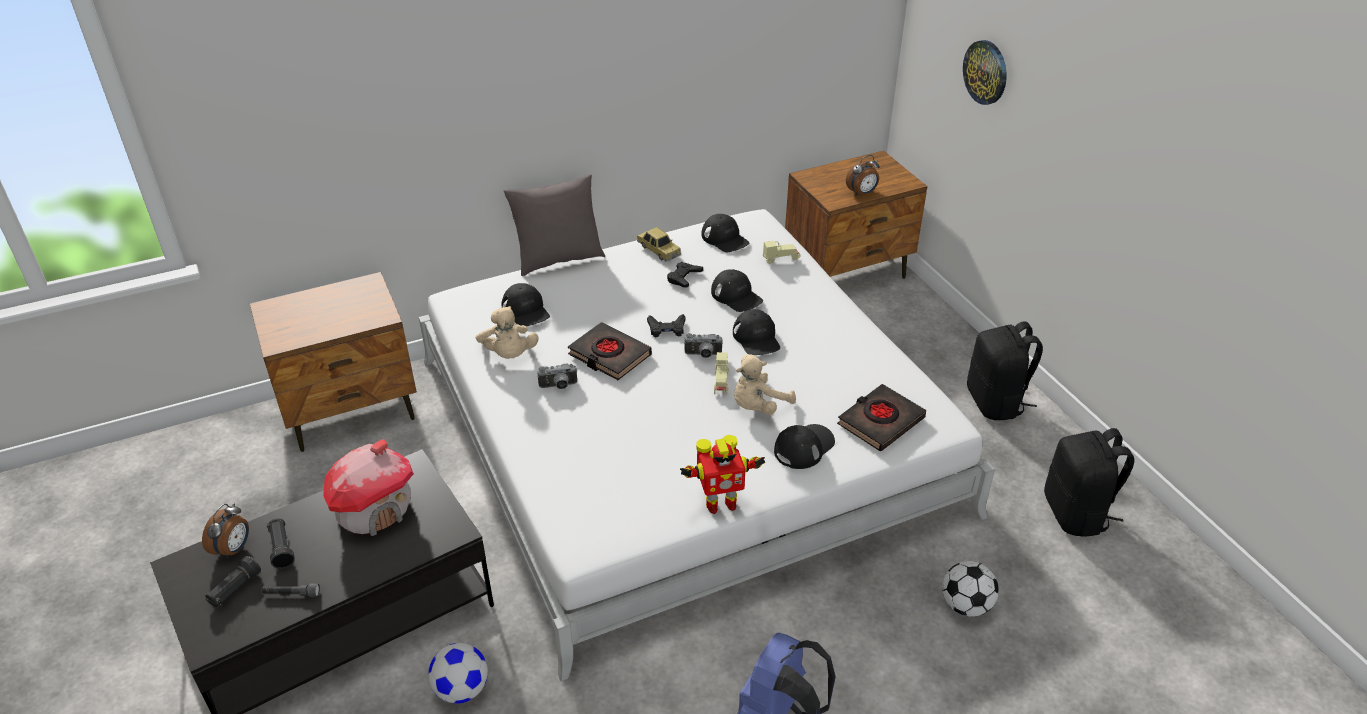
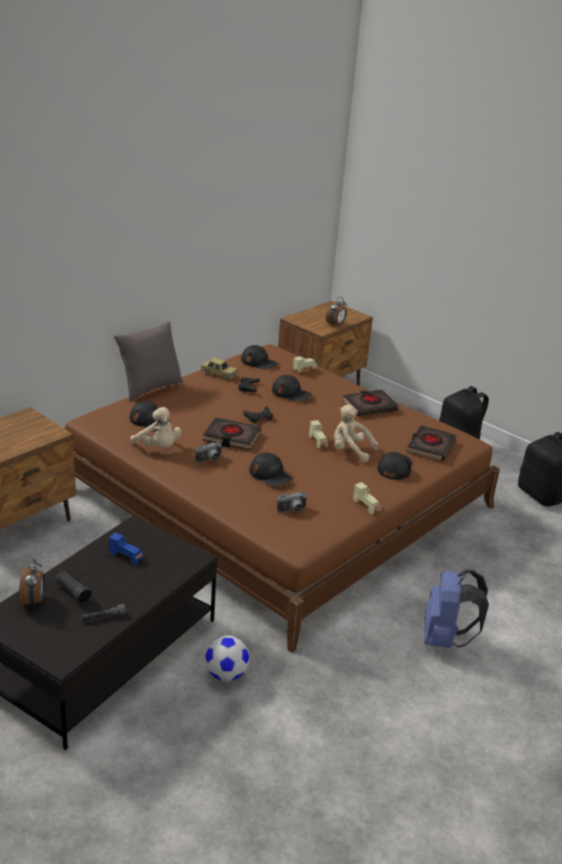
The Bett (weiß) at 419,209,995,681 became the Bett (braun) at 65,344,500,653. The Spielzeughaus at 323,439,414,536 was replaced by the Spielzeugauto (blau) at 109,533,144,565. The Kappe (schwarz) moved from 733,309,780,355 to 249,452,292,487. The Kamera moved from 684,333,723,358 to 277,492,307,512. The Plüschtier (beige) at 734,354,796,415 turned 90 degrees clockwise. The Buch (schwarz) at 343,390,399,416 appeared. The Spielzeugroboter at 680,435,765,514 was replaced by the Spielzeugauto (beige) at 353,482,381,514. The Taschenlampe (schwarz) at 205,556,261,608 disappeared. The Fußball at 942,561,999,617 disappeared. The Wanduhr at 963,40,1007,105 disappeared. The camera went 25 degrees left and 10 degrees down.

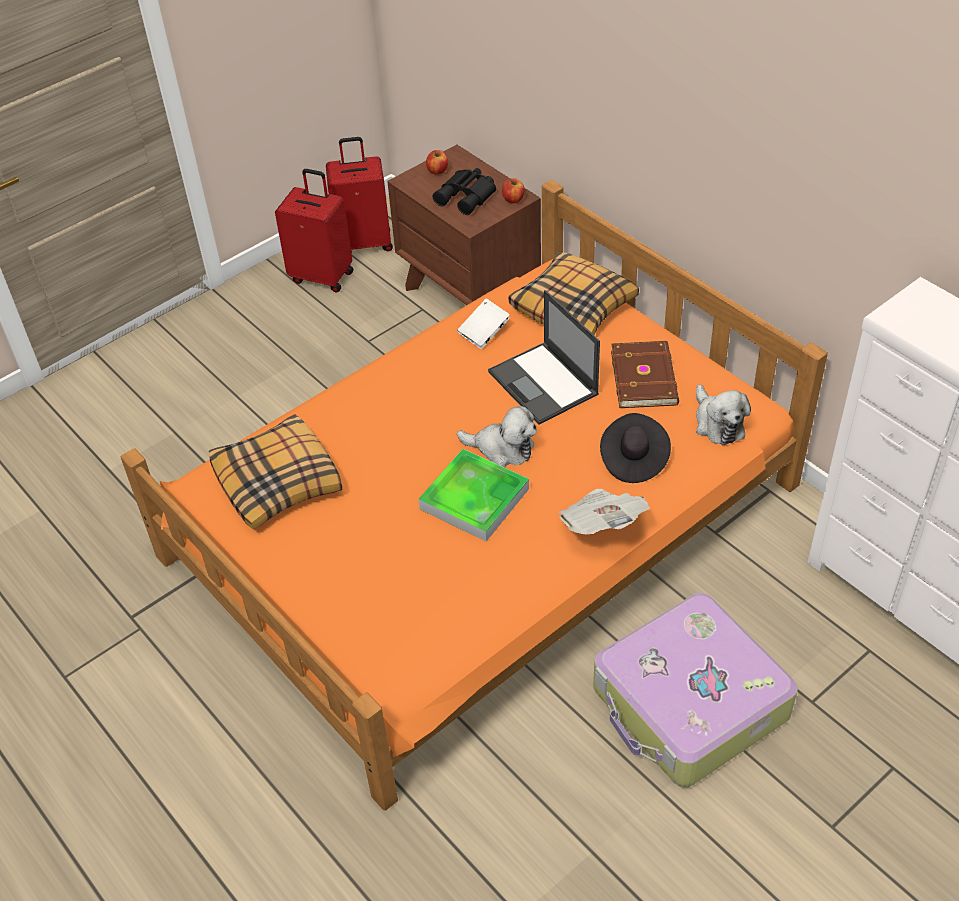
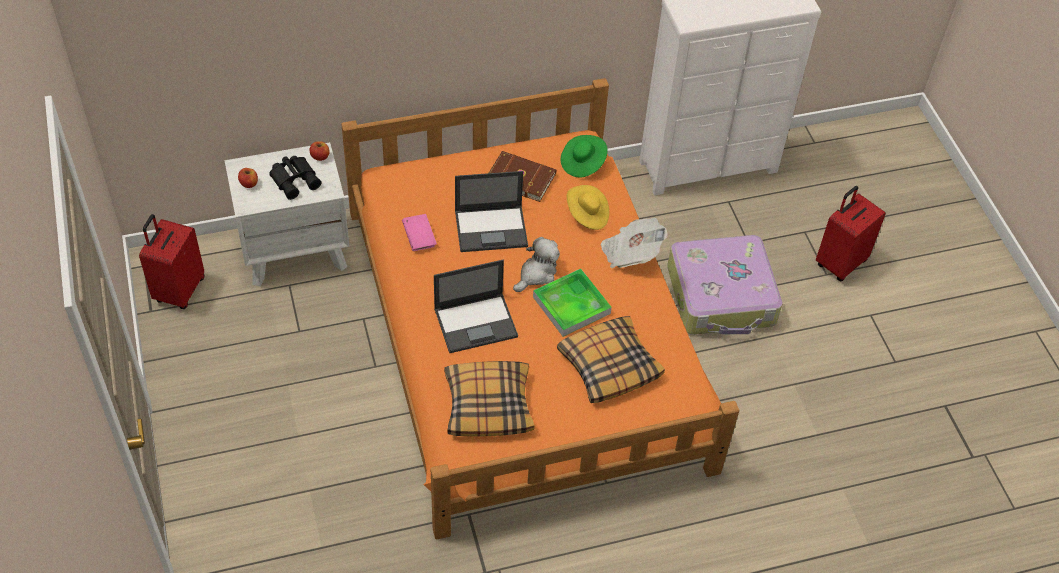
The Nachttisch (braun) at 387,145,541,305 became the Nachttisch (weiß) at 224,142,349,287. The Buch (weiß) at 457,299,510,349 became the Buch (rosa) at 402,214,437,251. The Laptop at 434,260,518,353 appeared. The Kissen moved from 509,252,639,335 to 557,316,665,403. The Plüschtier at 696,385,751,445 was replaced by the Hut (grün) at 560,135,608,177. The Hut (schwarz) at 600,413,671,483 became the Hut (gelb) at 567,185,609,230. The Koffer (rot) moved from 275,169,353,293 to 816,186,886,281. The camera went 70 degrees left and 5 degrees up.

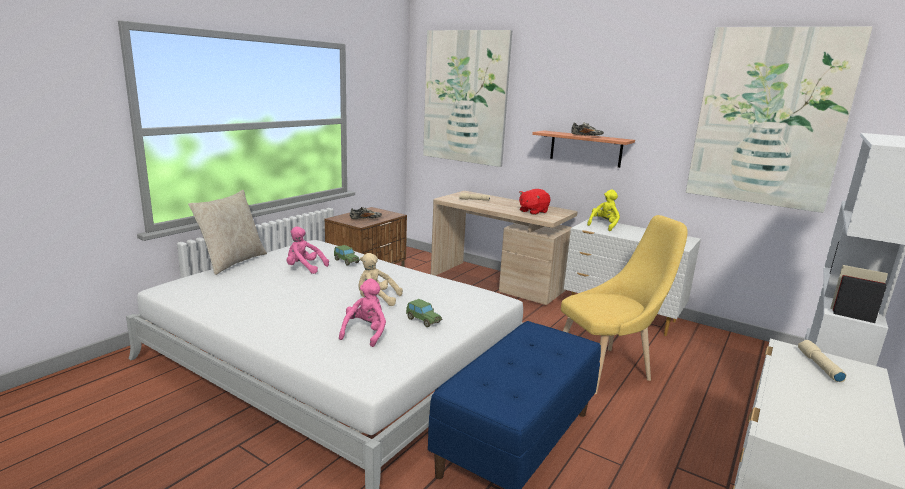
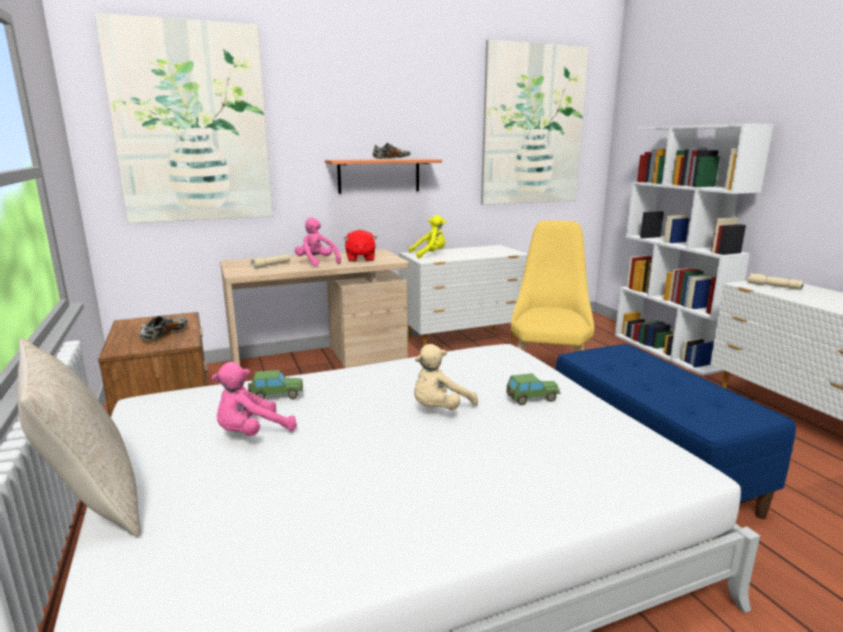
The Plüschtier (rosa) moved from 339,279,386,347 to 295,218,341,266. The Plüschtier (gelb) at 587,189,620,231 turned 90 degrees clockwise. The camera went 55 degrees left and 0 degrees up.

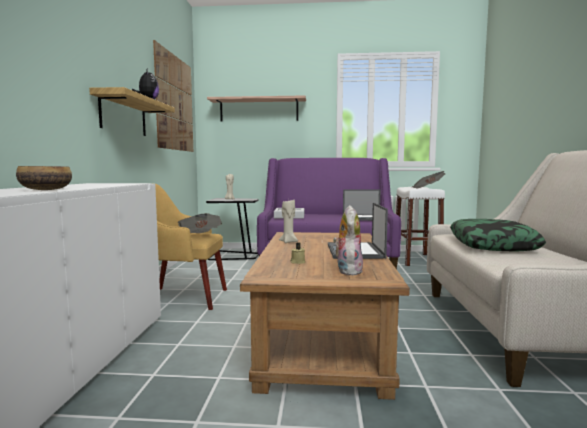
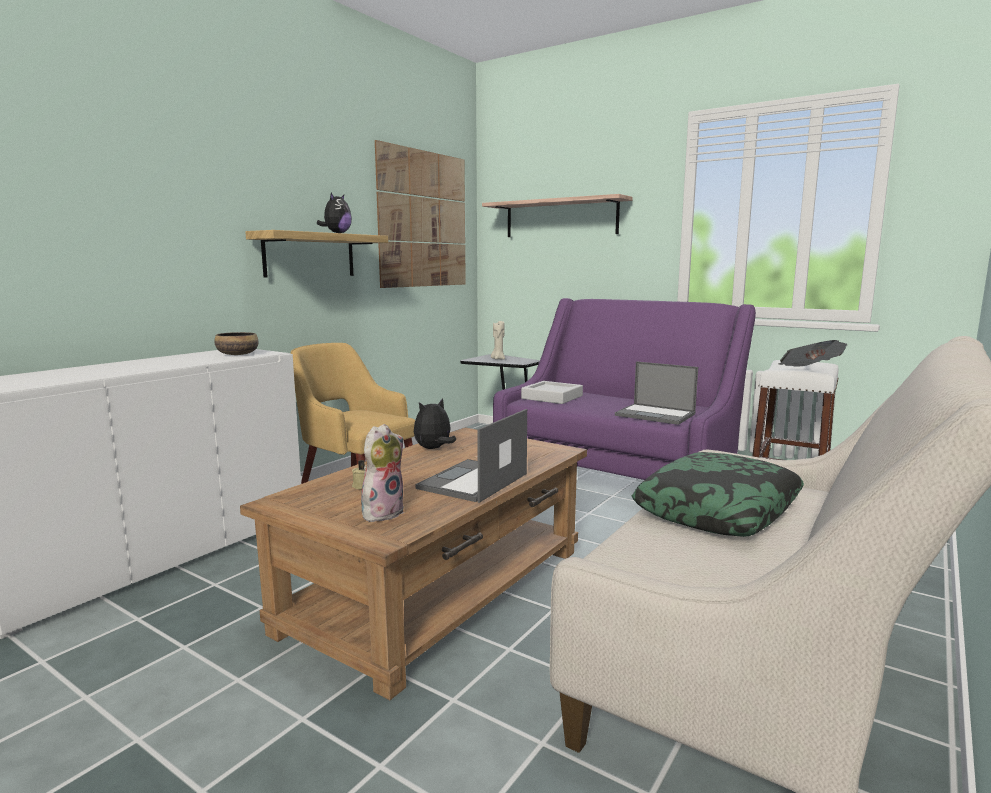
The Schüssel moved from 16,166,72,190 to 214,332,259,355. The Kerze (beige) at 279,199,298,243 was replaced by the Plüschtier at 414,398,456,449. The Zeitung at 178,213,222,233 disappeared. The camera went 30 degrees right and 5 degrees up.

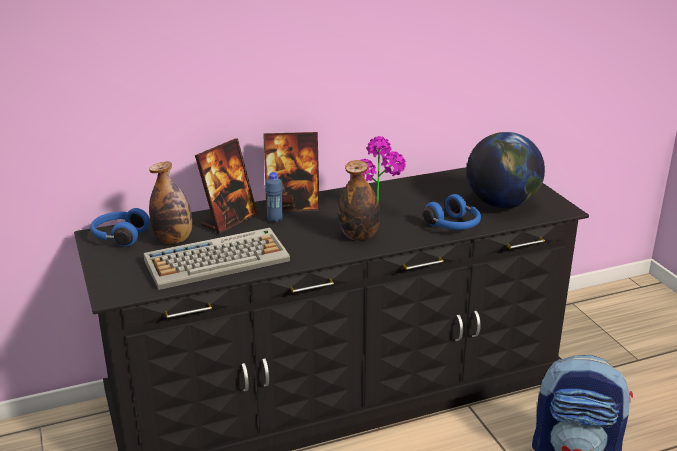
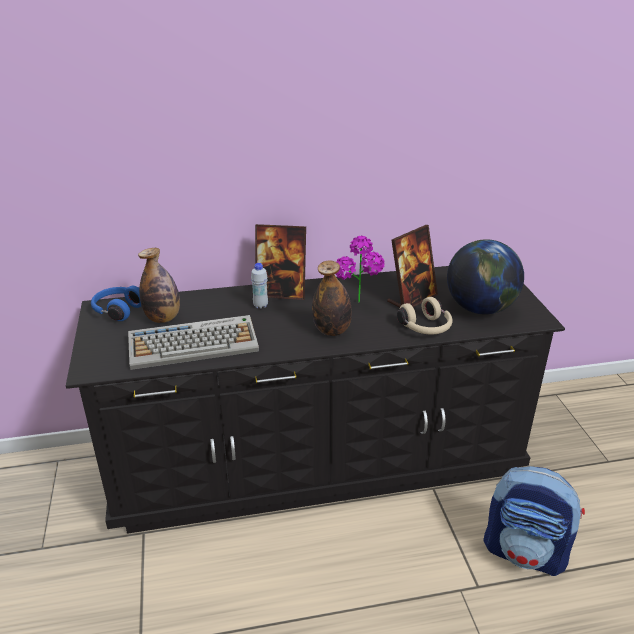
The Flasche (blau) at 265,172,283,223 became the Flasche (weiß) at 251,263,268,309. The Bilderrahmen moved from 195,138,258,234 to 387,225,438,308. The Kopfhörer (blau) at 423,194,481,230 became the Kopfhörer (beige) at 397,297,453,335. The camera went 10 degrees right and 5 degrees up.

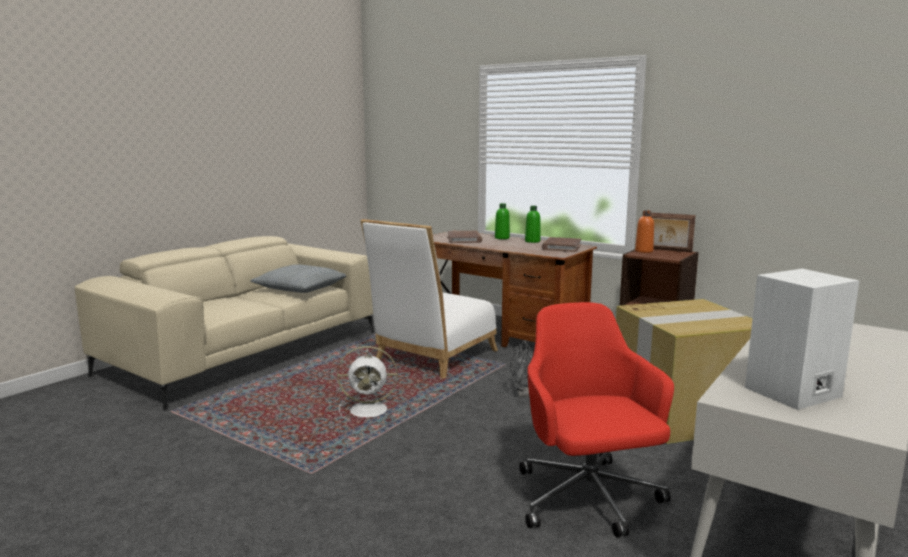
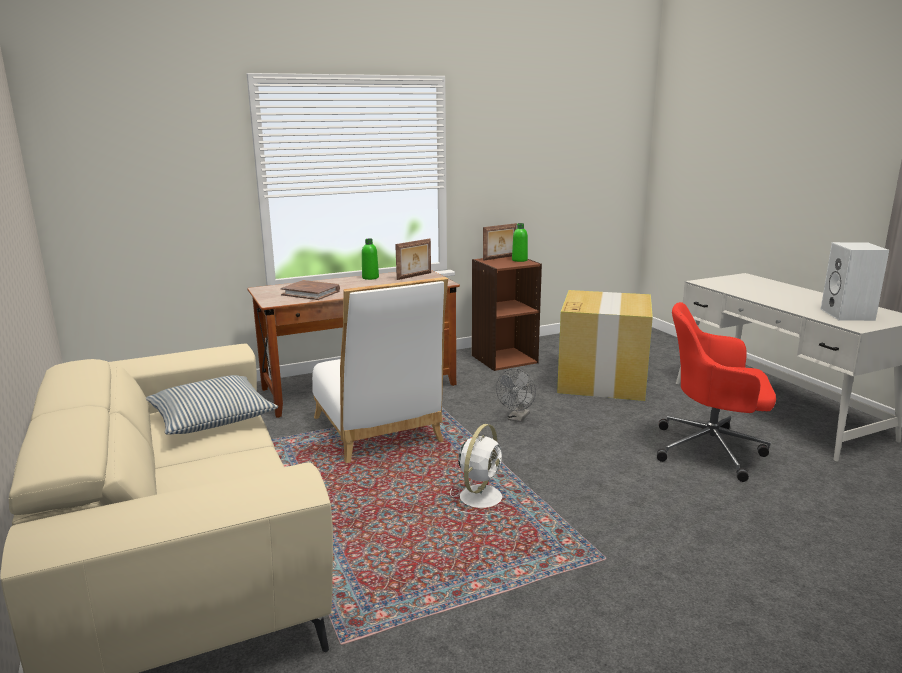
The Buch (braun) at 542,237,581,252 was replaced by the Bilderrahmen at 395,239,431,280. The Flasche (grün) moved from 495,203,510,239 to 512,223,528,262. The Flasche (orange) at 635,210,654,253 disappeared. The camera went 60 degrees left and 5 degrees up.

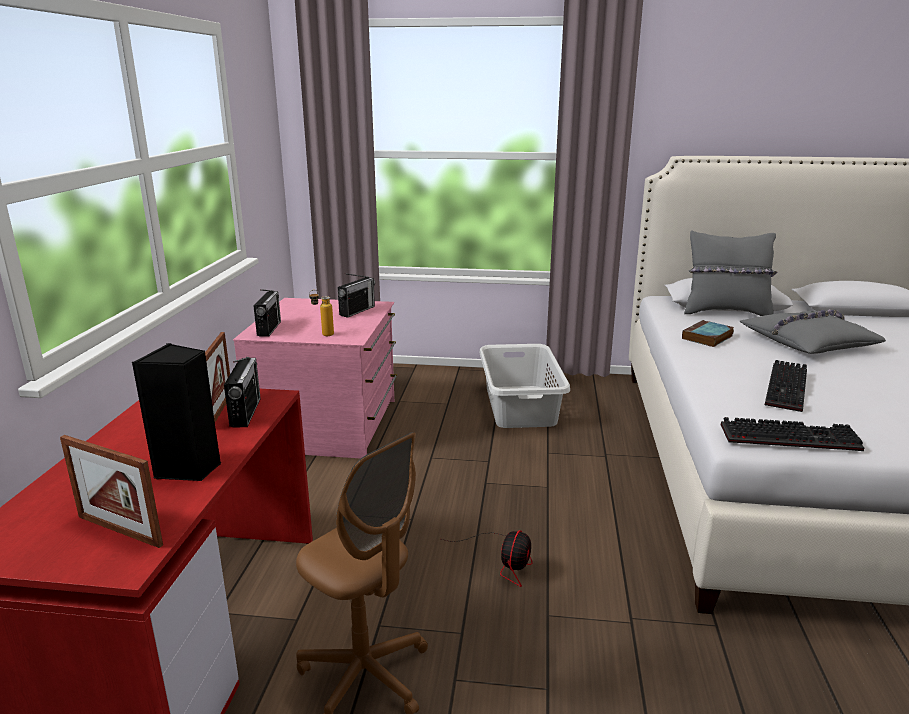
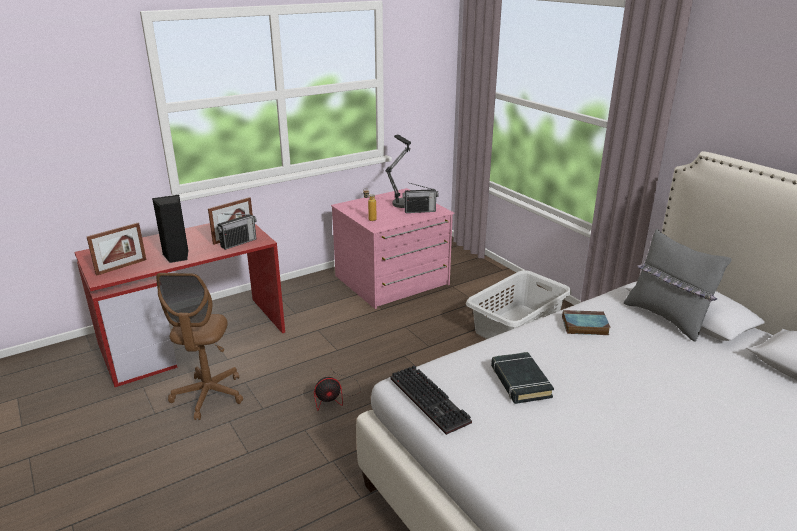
The Bilderrahmen at 60,435,163,548 turned 120 degrees counterclockwise. The Tischlampe at 386,135,411,208 appeared. The Tastatur at 765,360,807,412 was replaced by the Buch (schwarz) at 491,352,554,404. The Radio at 254,289,281,337 disappeared. The Kissen (grau) at 740,309,886,354 disappeared. The camera went 50 degrees right and 5 degrees up.

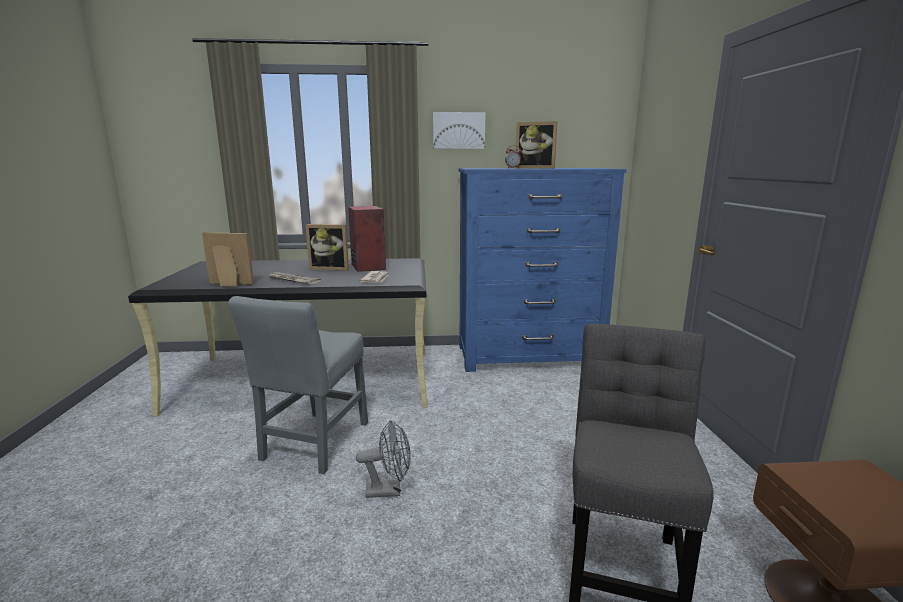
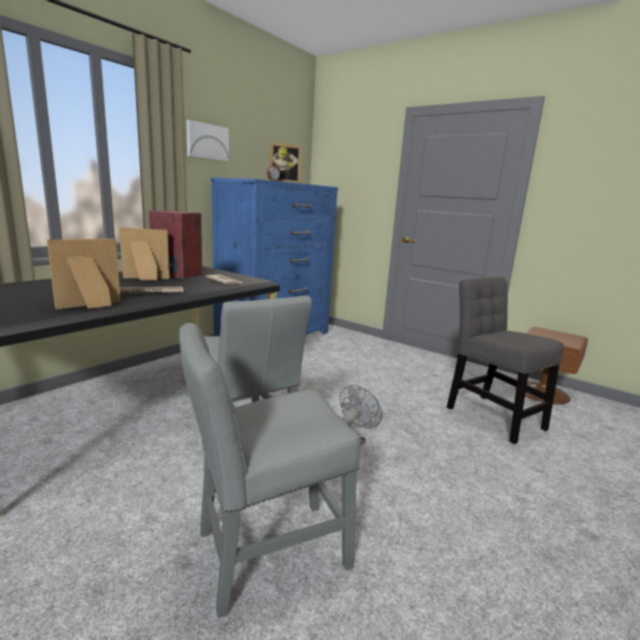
The Bilderrahmen at 305,224,349,271 turned 150 degrees counterclockwise. The Stuhl (grau) at 179,323,361,618 appeared. The camera went 50 degrees left and 0 degrees up.

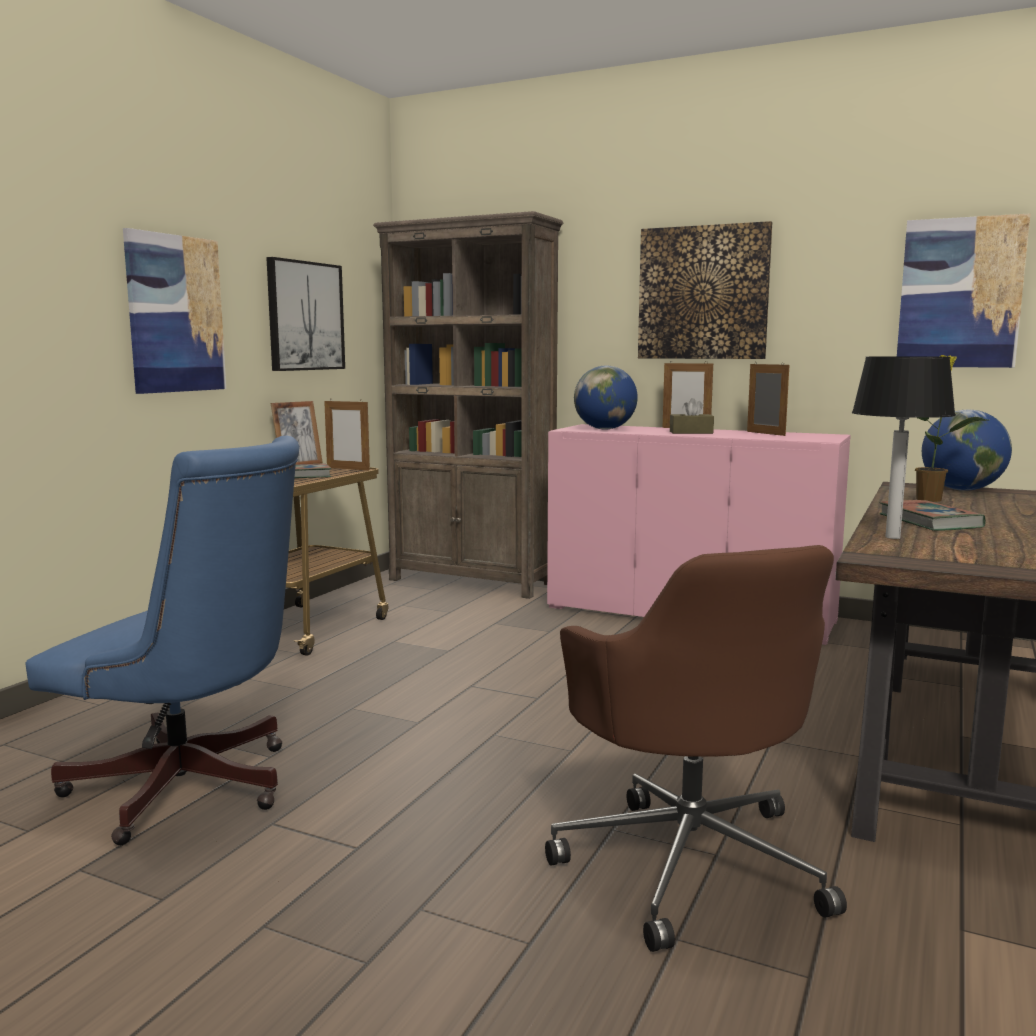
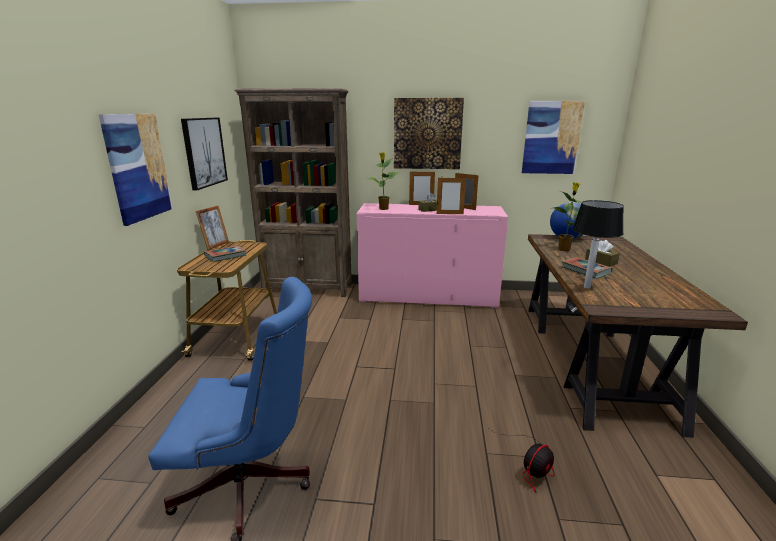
The Globus at 574,366,638,429 was replaced by the Topfpflanze at 369,152,398,210. The Bilderrahmen moved from 324,399,370,470 to 437,177,466,214. The Bürostuhl (braun) at 545,545,847,952 was replaced by the Ventilator at 490,429,555,492. The Taschentuchbox (braun) at 585,240,620,267 appeared. The camera went 20 degrees left and 10 degrees up.

